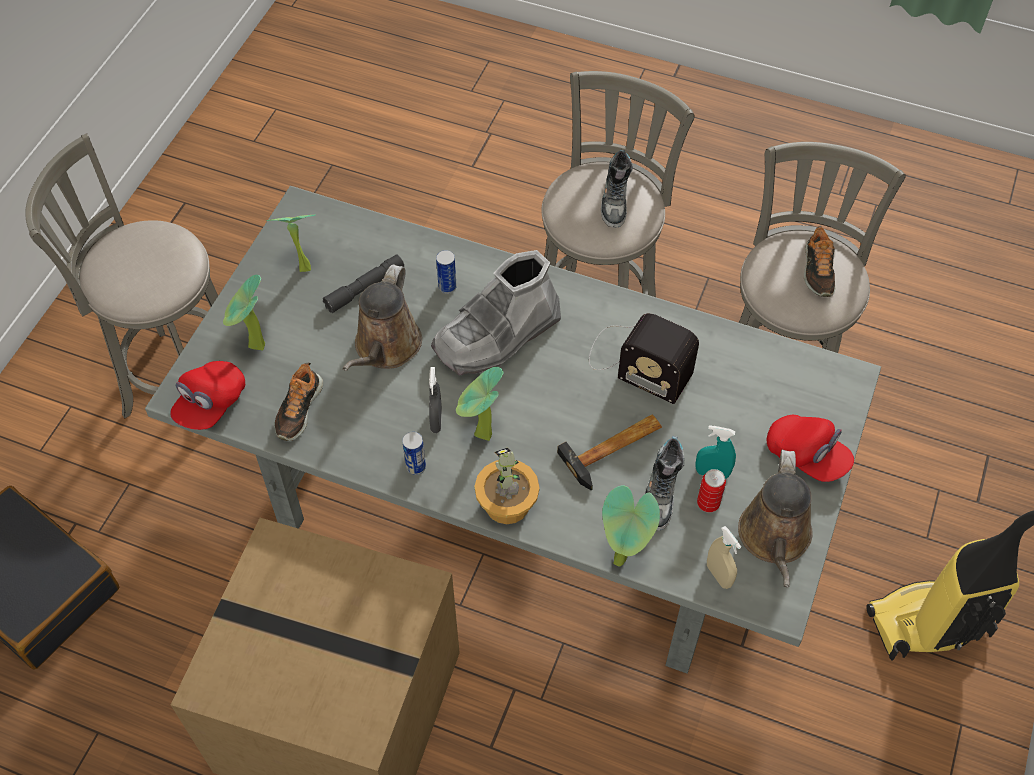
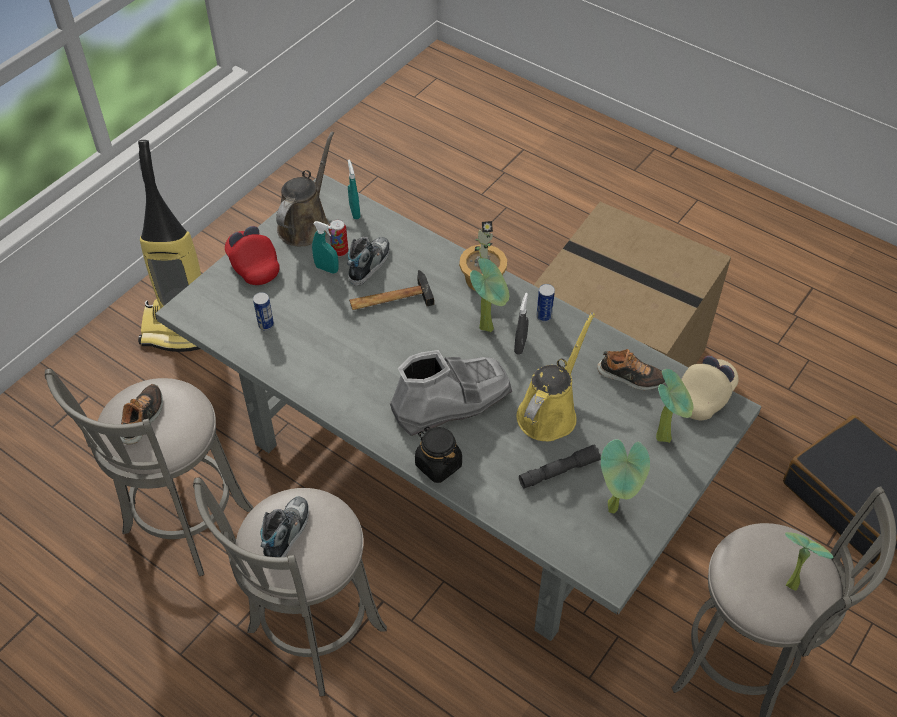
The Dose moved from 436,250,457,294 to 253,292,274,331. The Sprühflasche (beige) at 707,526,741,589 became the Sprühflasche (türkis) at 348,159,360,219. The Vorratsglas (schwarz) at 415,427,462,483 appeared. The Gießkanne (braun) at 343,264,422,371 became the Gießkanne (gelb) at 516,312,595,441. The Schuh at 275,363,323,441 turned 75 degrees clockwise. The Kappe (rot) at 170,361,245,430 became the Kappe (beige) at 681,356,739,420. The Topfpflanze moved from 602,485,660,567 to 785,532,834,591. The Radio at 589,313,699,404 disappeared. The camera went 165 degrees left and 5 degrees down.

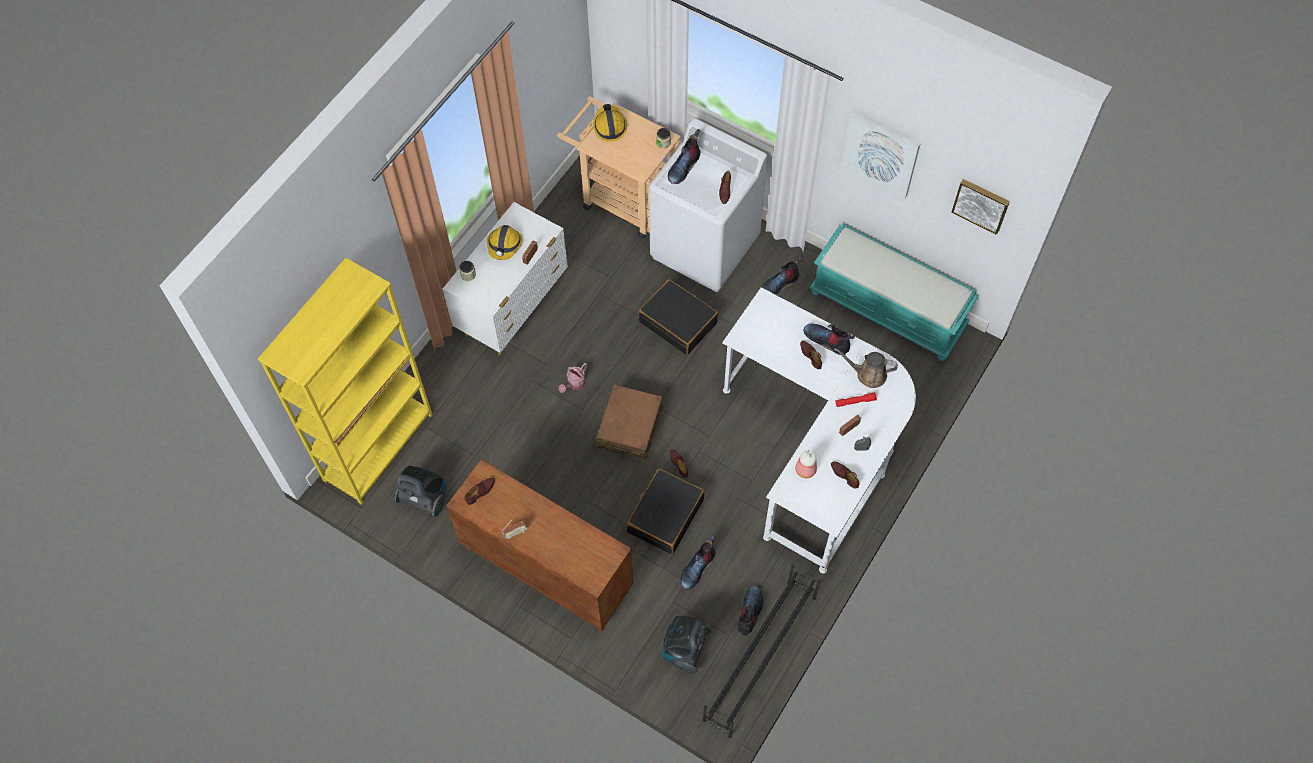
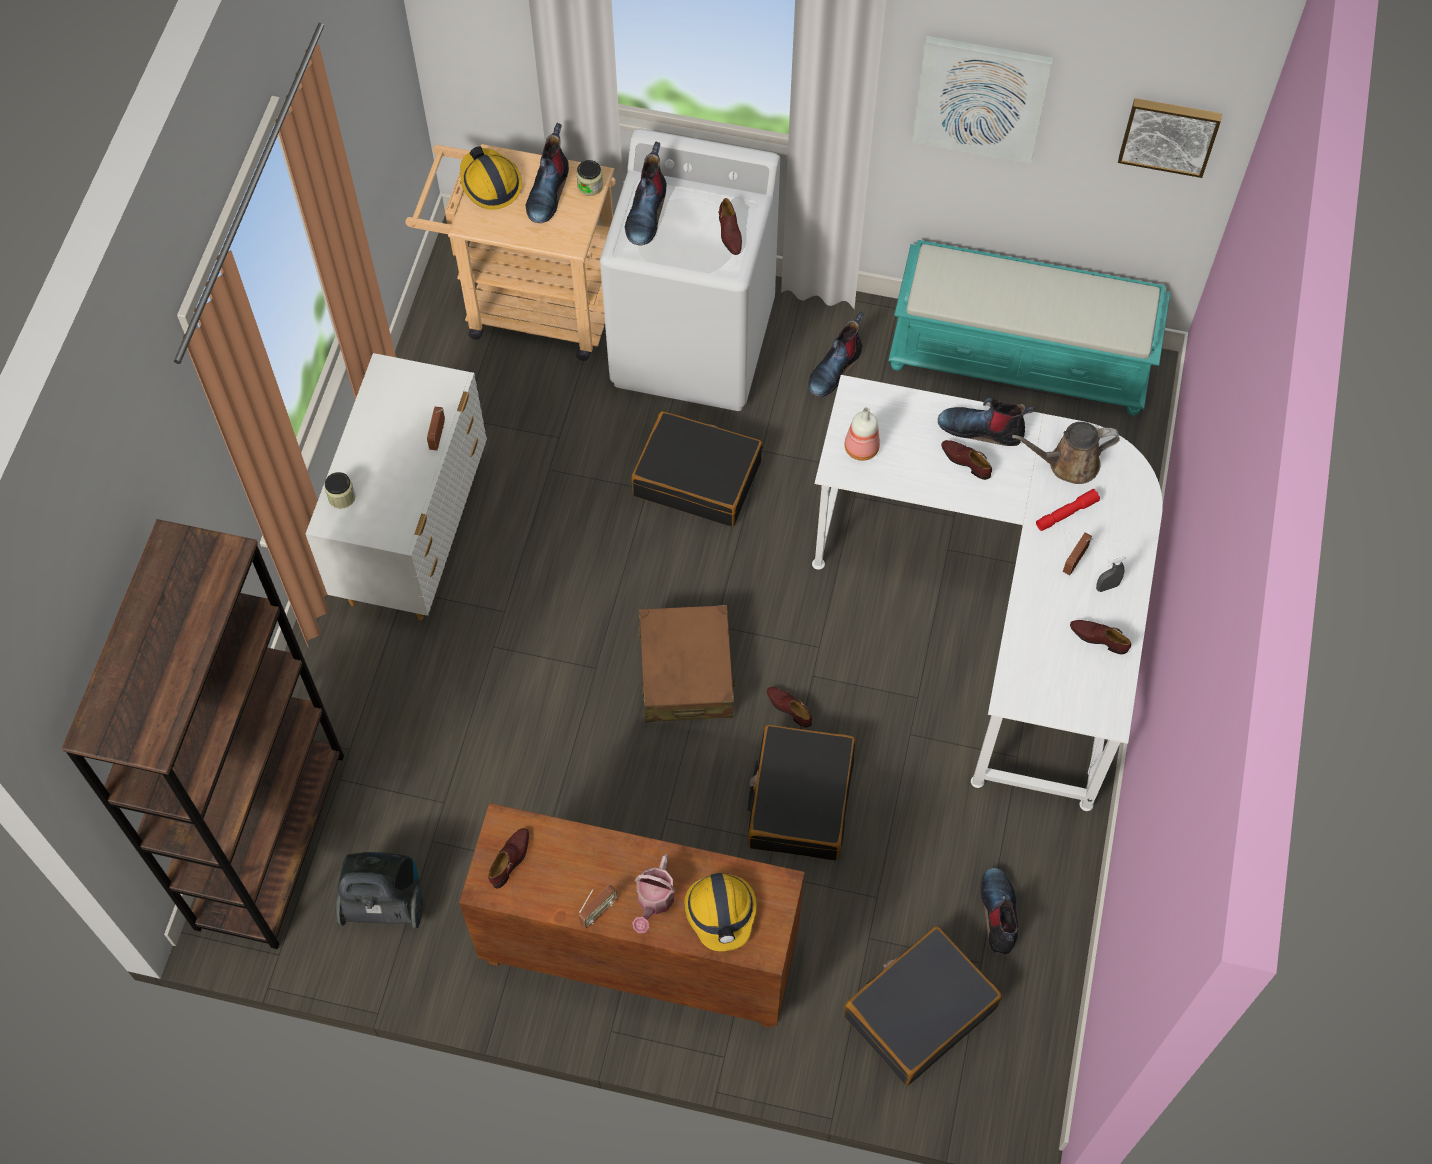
The Bücherregal (gelb) at 258,258,433,505 became the Bücherregal (braun) at 62,519,344,949. The Stiefel moved from 680,534,715,590 to 526,123,569,223. The Gießkanne moved from 559,363,587,393 to 632,854,675,933. The Schutzhelm moved from 487,225,523,260 to 684,873,757,951. The Staubsauger at 662,616,712,673 was replaced by the Koffer (schwarz) at 843,926,1002,1086. The Flasche moved from 795,450,817,478 to 844,407,880,461. The Schuhregal (schwarz) at 702,564,821,738 disappeared. The camera went 20 degrees left and 0 degrees up.

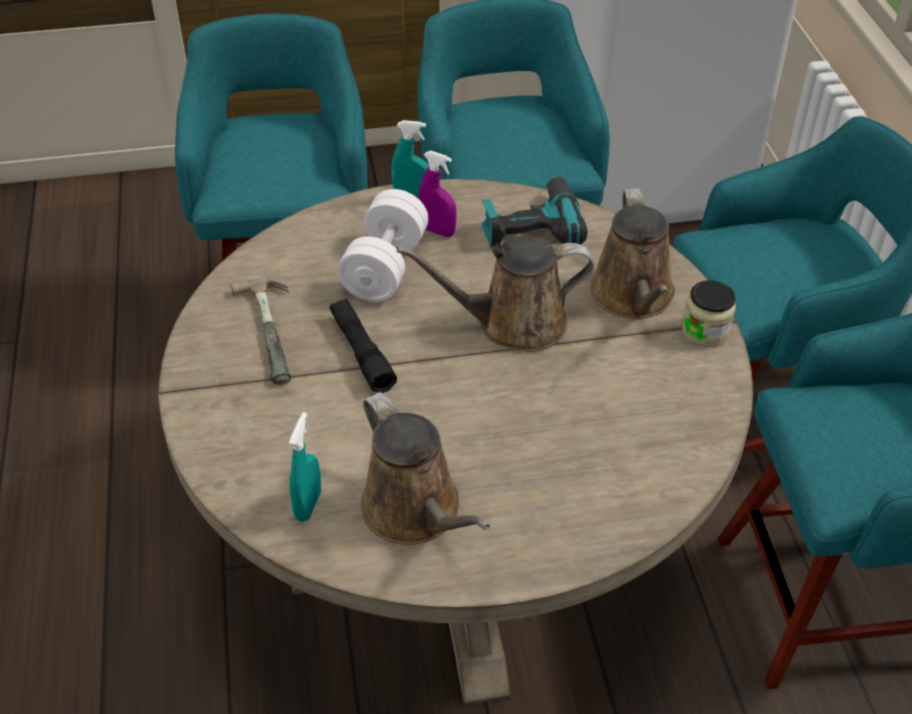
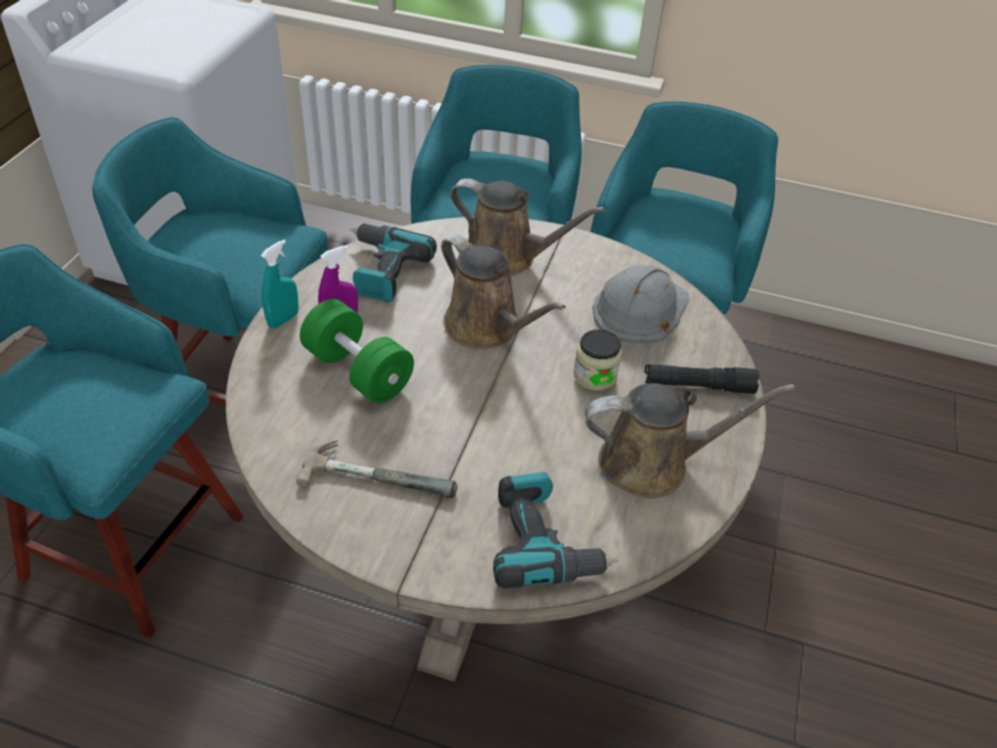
The Hantel (weiß) at 337,189,429,302 became the Hantel (grün) at 300,299,414,403. The Gießkanne (braun) at 397,236,594,352 turned 60 degrees counterclockwise. The Bohrmaschine at 493,472,618,589 appeared. The Vorratsglas moved from 682,280,736,347 to 574,329,622,391. The Schutzhelm (grau) at 593,265,690,343 appeared. The Taschenlampe (schwarz) moved from 330,299,397,393 to 644,364,759,394. The Sprühflasche (türkis) at 289,412,321,522 disappeared. The camera went 65 degrees left and 0 degrees up.

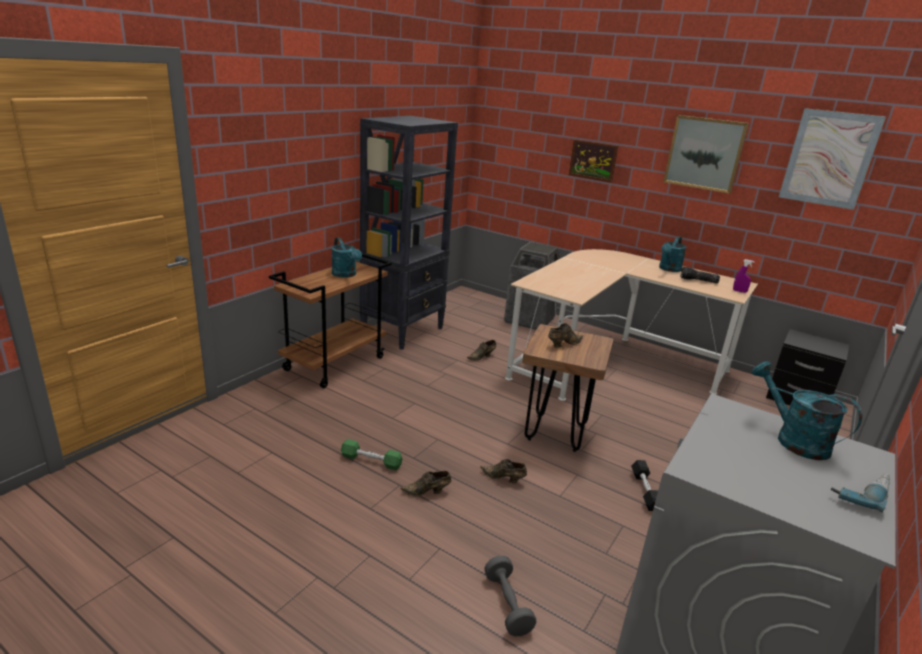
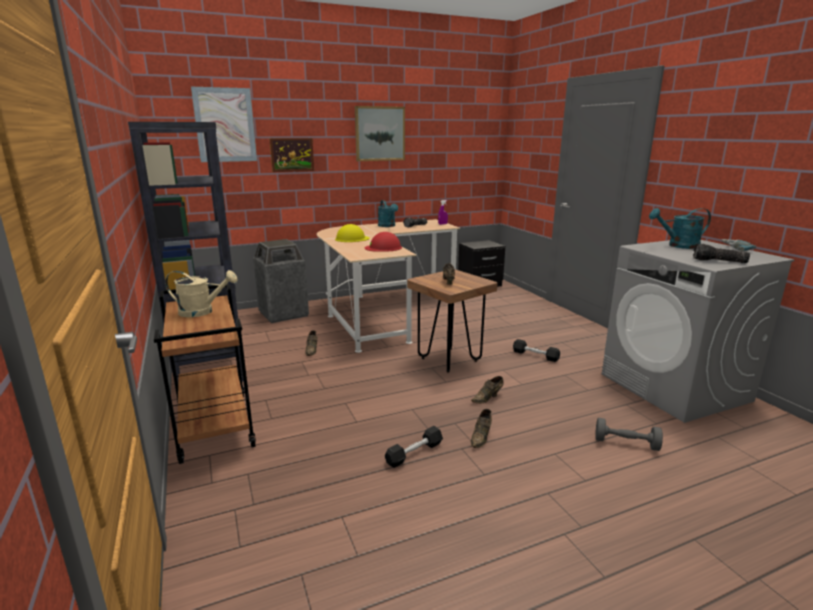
The Gießkanne (türkis) at 331,237,362,278 became the Gießkanne (beige) at 165,270,237,317. The Bild moved from 779,108,886,210 to 191,87,257,162. The Schutzhelm (gelb) at 335,224,370,242 appeared. The Schutzhelm (rot) at 365,232,402,252 appeared. The Hantel (grün) at 341,439,402,470 became the Hantel (schwarz) at 385,426,443,468. The Taschenlampe at 693,244,750,263 appeared. The camera went 55 degrees left and 5 degrees down.

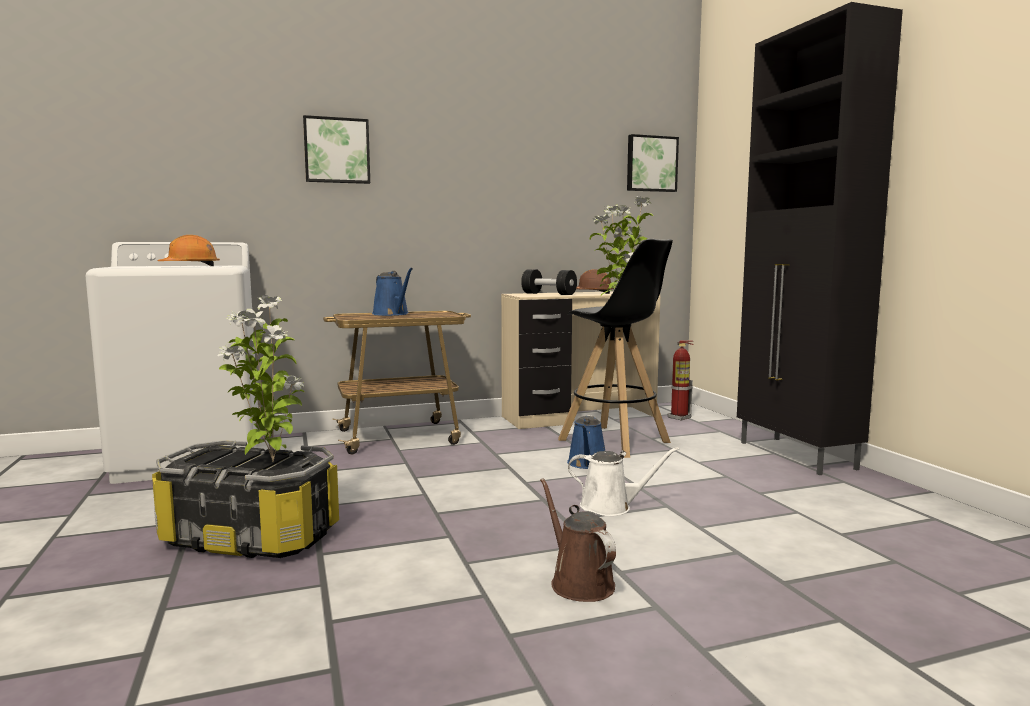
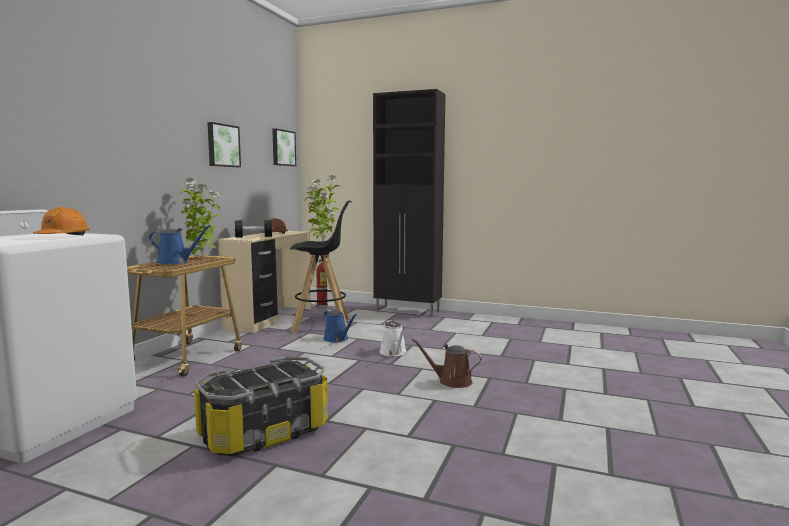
The Topfpflanze moved from 218,295,304,462 to 180,178,221,258. The Bild moved from 303,115,370,184 to 207,122,241,167. The Gießkanne (weiß) at 568,447,679,516 turned 120 degrees clockwise. The camera went 50 degrees left and 0 degrees up.

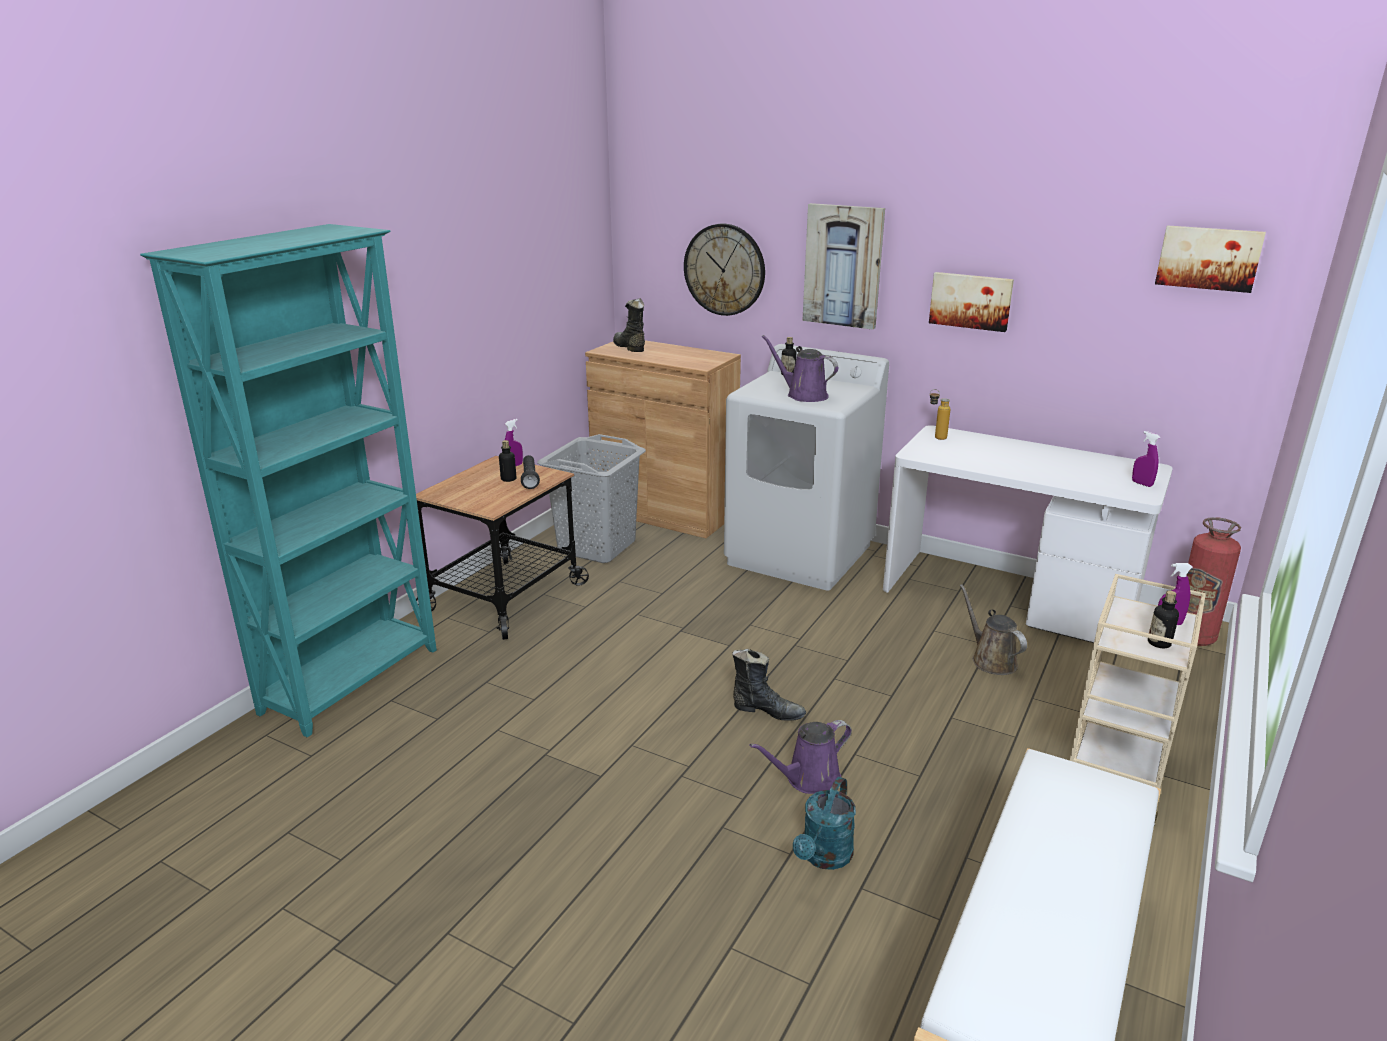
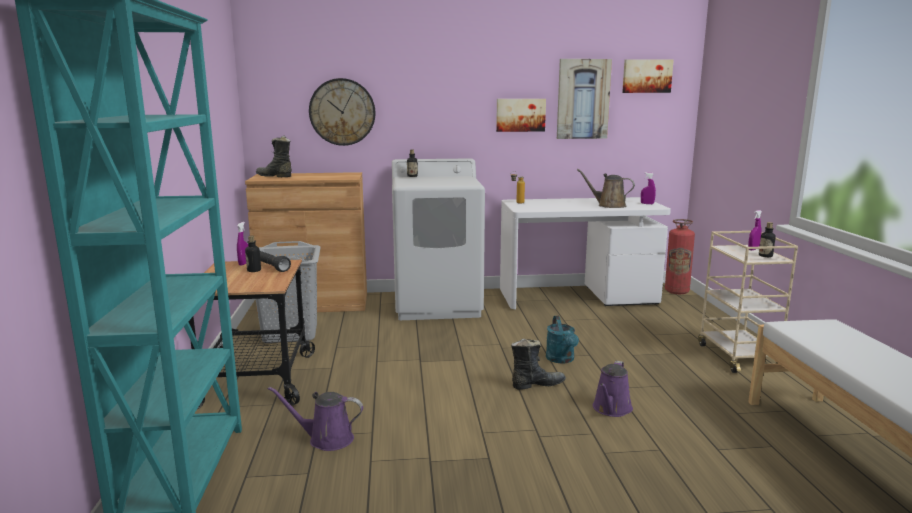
The Gießkanne (lila) moved from 762,335,838,402 to 268,387,363,451. The Gießkanne (türkis) moved from 793,777,856,870 to 546,316,579,364. The Bild moved from 802,203,885,330 to 557,59,612,139. The Gießkanne (braun) moved from 960,584,1027,675 to 577,169,635,208. The camera went 35 degrees left and 10 degrees down.

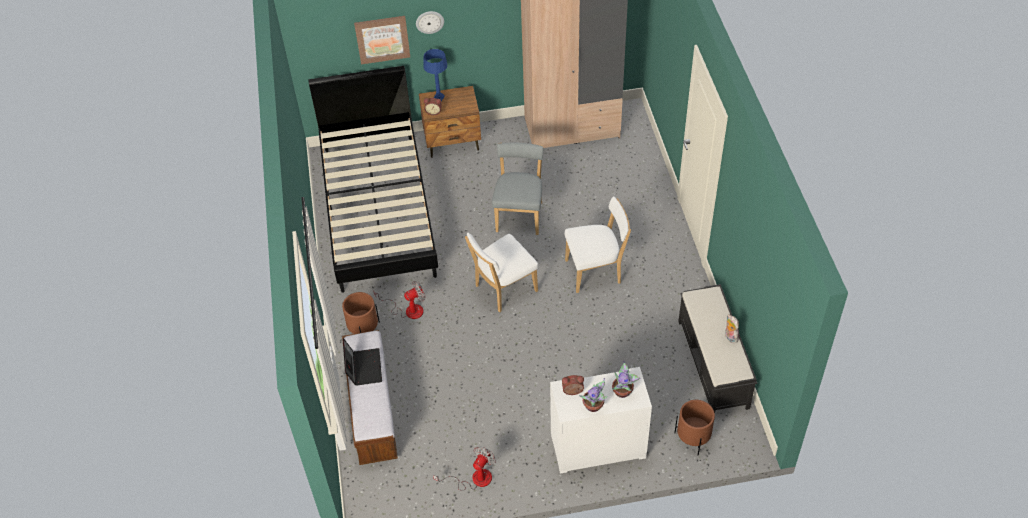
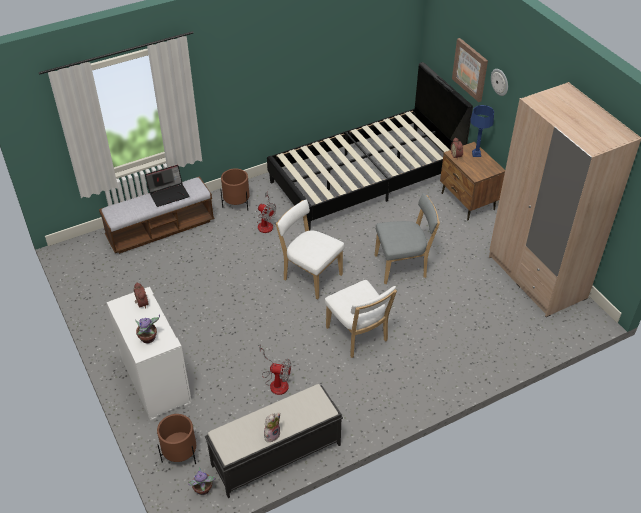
The Topfpflanze moved from 579,378,608,412 to 188,467,215,495. The Ventilator moved from 433,447,496,490 to 259,344,291,395. The camera went 70 degrees right and 5 degrees down.

